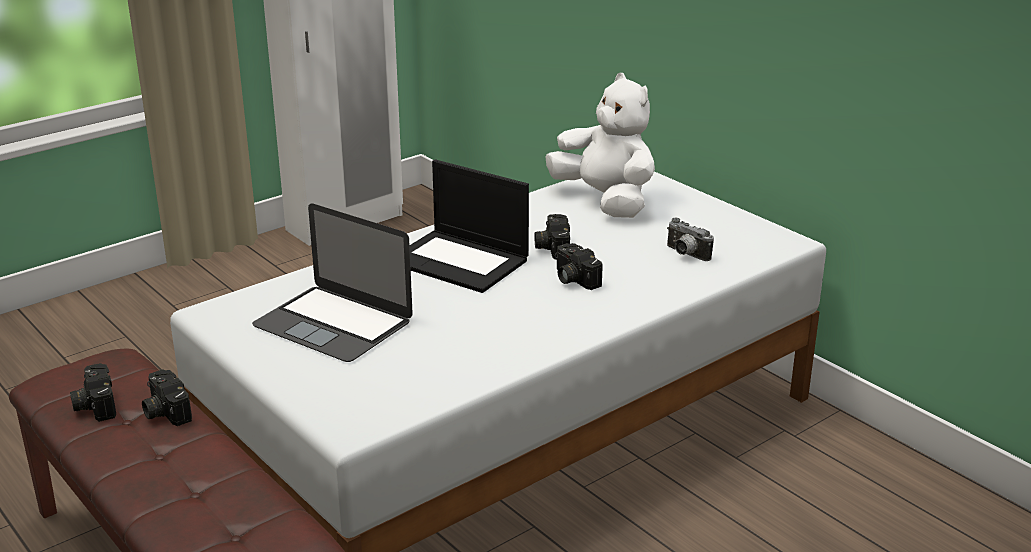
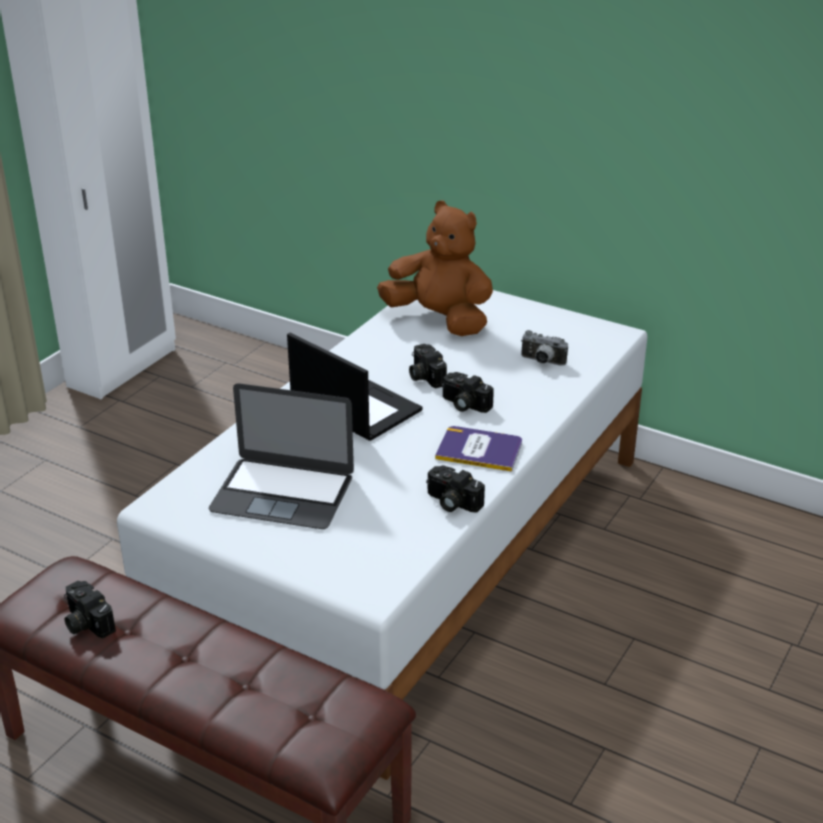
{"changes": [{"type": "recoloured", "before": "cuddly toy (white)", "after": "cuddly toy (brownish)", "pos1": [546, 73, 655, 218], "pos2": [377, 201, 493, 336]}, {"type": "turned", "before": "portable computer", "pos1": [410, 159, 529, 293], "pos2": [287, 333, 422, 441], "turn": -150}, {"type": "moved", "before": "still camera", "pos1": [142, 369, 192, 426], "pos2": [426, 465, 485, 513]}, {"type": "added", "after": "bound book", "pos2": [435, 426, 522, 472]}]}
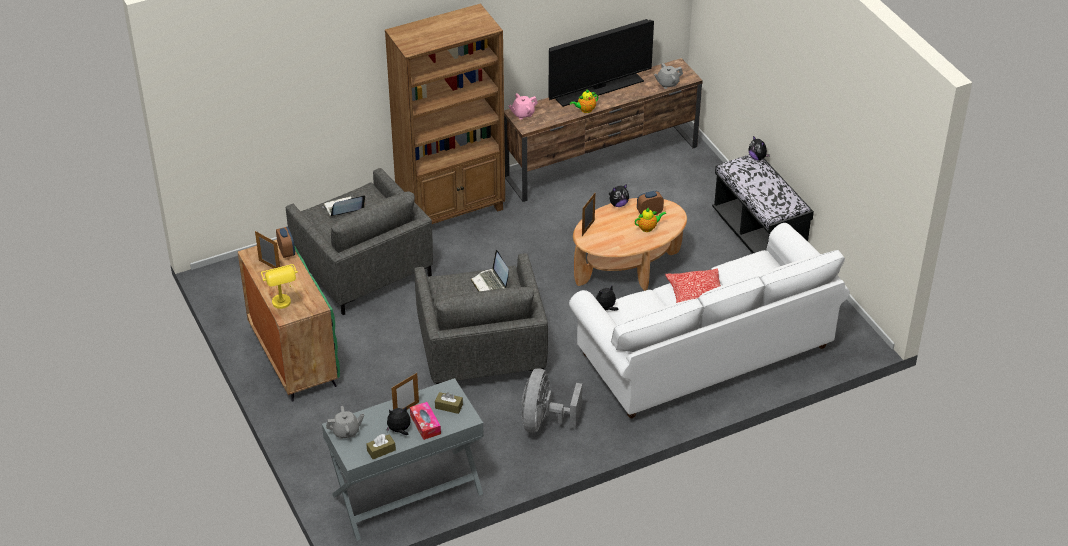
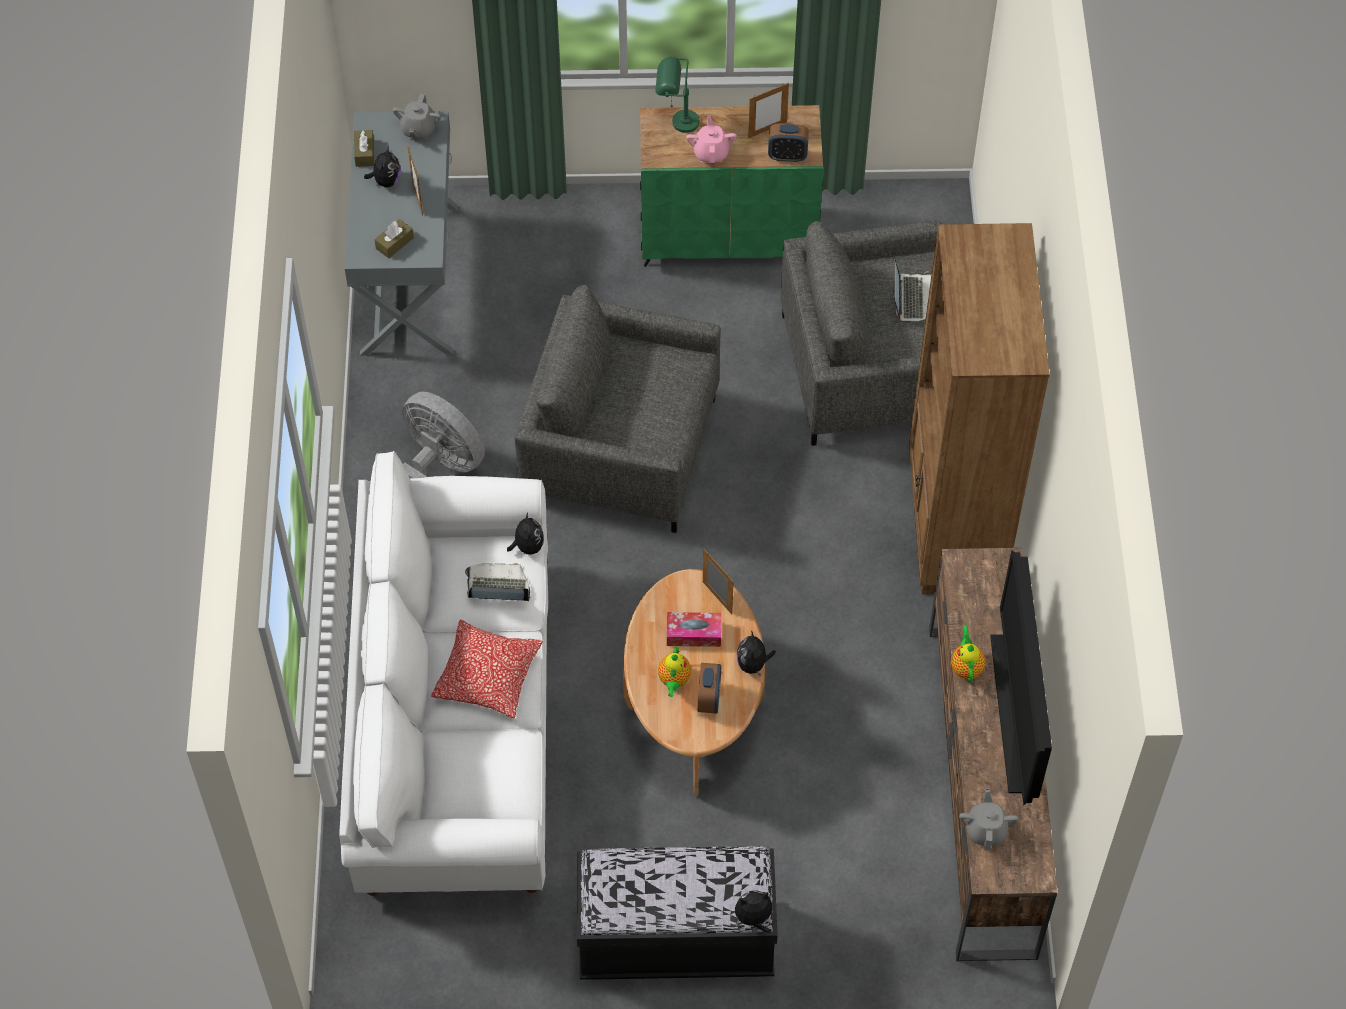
{"changes": [{"type": "moved", "before": "tea pot (pink)", "pos1": [509, 93, 538, 119], "pos2": [686, 115, 737, 163]}, {"type": "moved", "before": "portable computer", "pos1": [471, 250, 509, 292], "pos2": [465, 563, 530, 601]}, {"type": "recoloured", "before": "lamp for a table (yellow-coloured)", "after": "lamp for a table (green)", "pos1": [261, 264, 298, 309], "pos2": [656, 56, 699, 133]}, {"type": "moved", "before": "tissue box", "pos1": [410, 402, 441, 440], "pos2": [667, 612, 721, 647]}]}
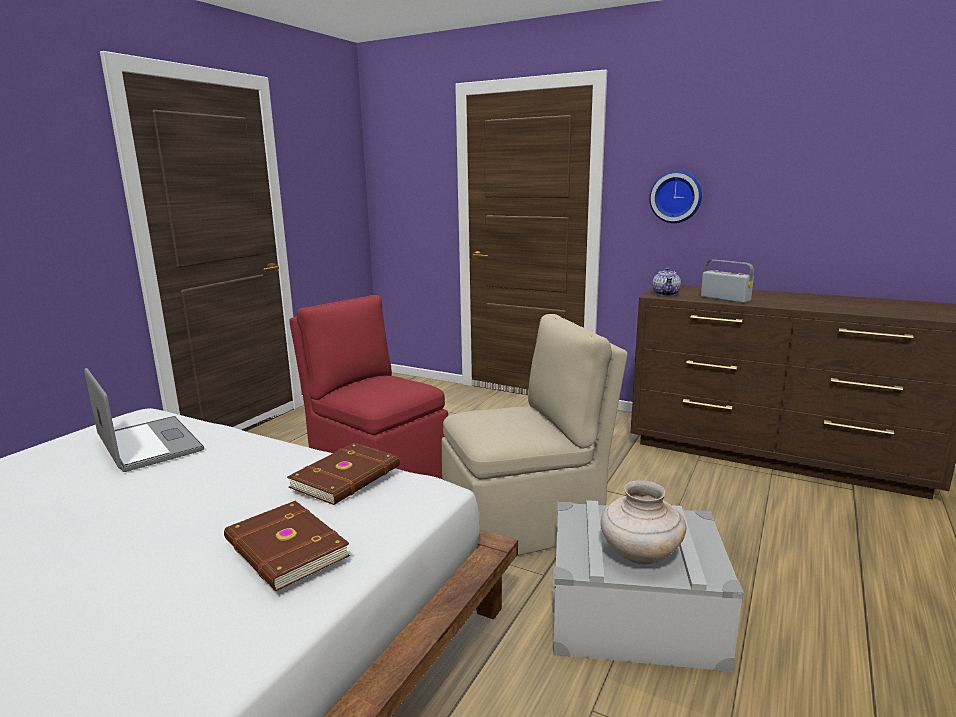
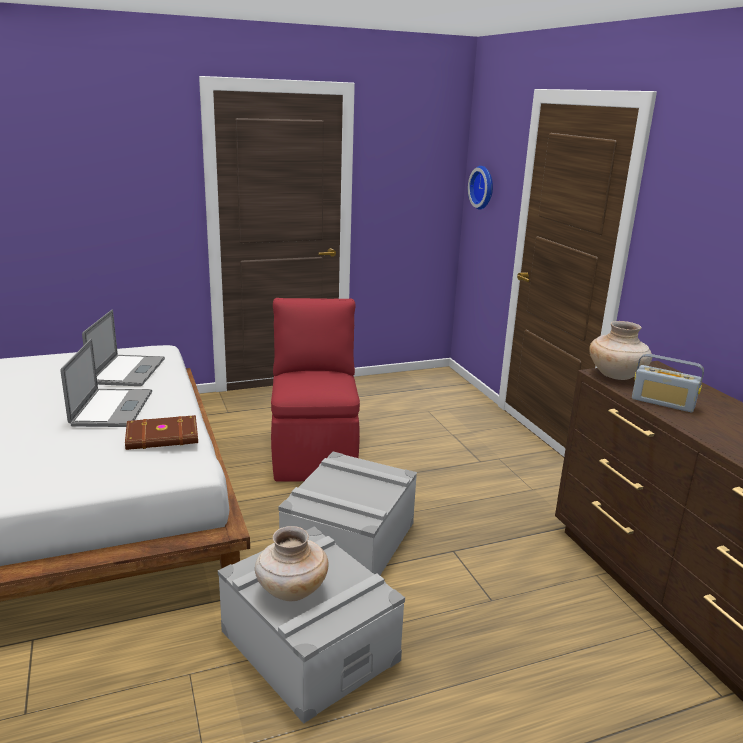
{"changes": [{"type": "moved", "before": "hanging clock", "pos1": [649, 170, 702, 223], "pos2": [468, 166, 493, 210]}, {"type": "turned", "before": "radio receiver", "pos1": [701, 260, 754, 303], "pos2": [632, 354, 704, 412], "turn": 120}, {"type": "replaced", "before": "tea pot", "after": "decorative vase (beige-coloured)", "pos1": [652, 267, 681, 296], "pos2": [589, 321, 652, 380]}, {"type": "replaced", "before": "chair (beige-coloured)", "after": "storage container (greyish)", "pos1": [442, 314, 628, 556], "pos2": [278, 452, 417, 575]}, {"type": "removed", "before": "bound book (brownish)", "pos1": [224, 501, 350, 591]}, {"type": "added", "after": "portable computer", "pos2": [61, 339, 152, 427]}]}
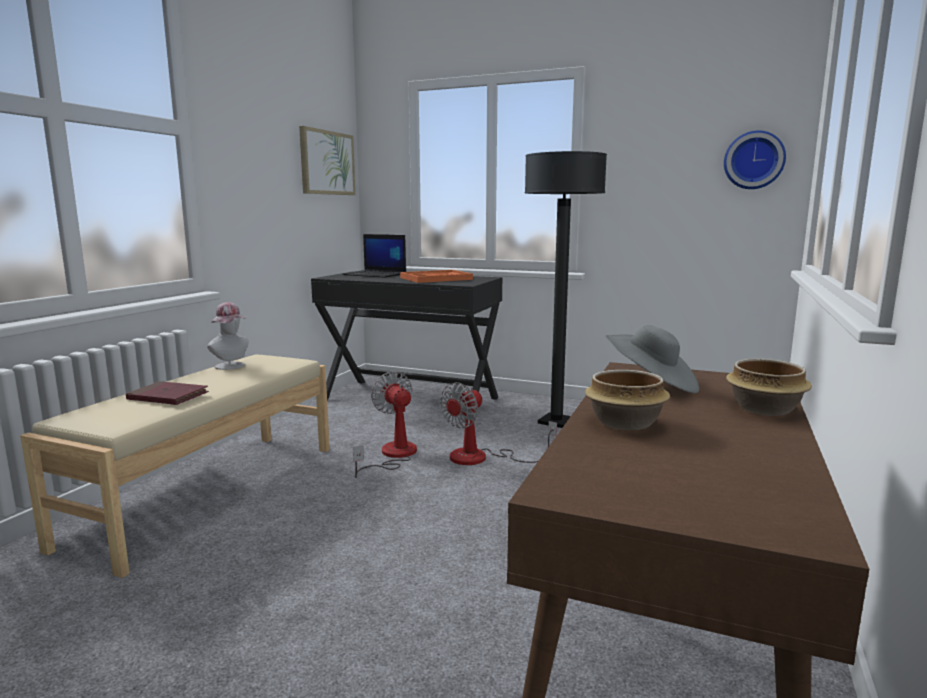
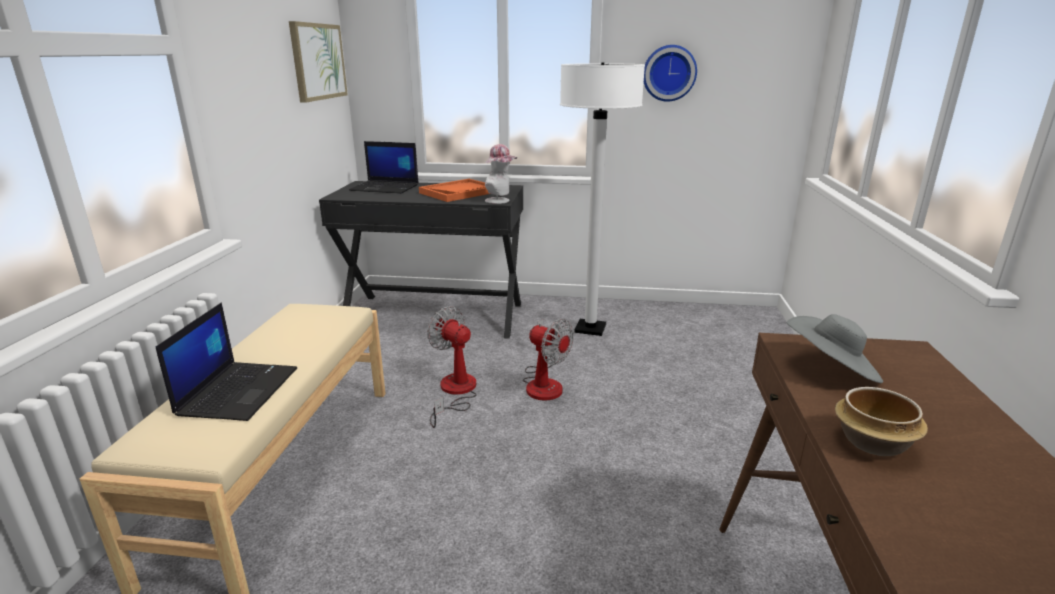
{"changes": [{"type": "moved", "before": "hanging clock", "pos1": [724, 130, 786, 189], "pos2": [644, 45, 697, 102]}, {"type": "recoloured", "before": "standard lamp (blackish)", "after": "standard lamp (white)", "pos1": [525, 151, 607, 428], "pos2": [560, 62, 645, 336]}, {"type": "moved", "before": "clothing hat", "pos1": [207, 302, 249, 370], "pos2": [485, 144, 517, 204]}, {"type": "removed", "before": "deep dish", "pos1": [726, 359, 812, 416]}, {"type": "replaced", "before": "bound book (red)", "after": "portable computer", "pos1": [126, 381, 209, 405], "pos2": [156, 303, 297, 421]}, {"type": "turned", "before": "electric fan", "pos1": [440, 382, 557, 465], "pos2": [523, 319, 574, 401], "turn": -75}]}
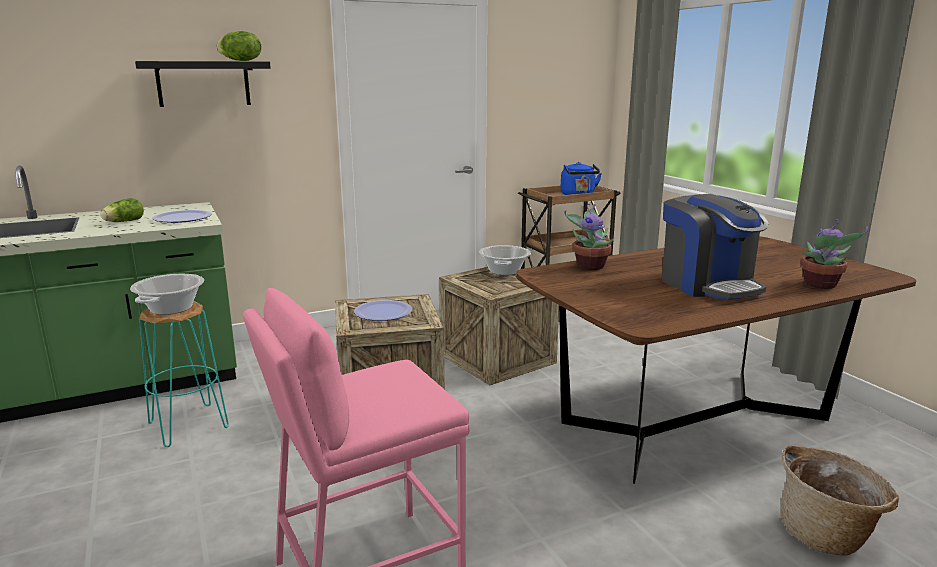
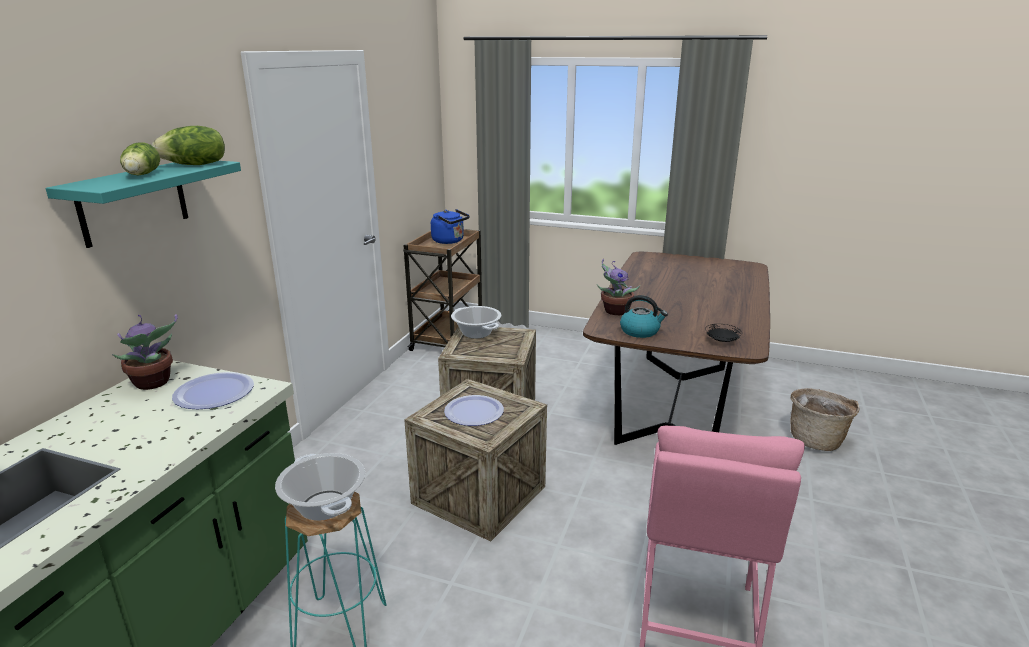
{"changes": [{"type": "recoloured", "before": "bracket shelf (blackish)", "after": "bracket shelf (blue-green)", "pos1": [135, 61, 271, 107], "pos2": [45, 161, 241, 248]}, {"type": "removed", "before": "coffee maker", "pos1": [662, 194, 769, 300]}, {"type": "moved", "before": "lettuce", "pos1": [100, 198, 144, 222], "pos2": [120, 142, 160, 176]}, {"type": "moved", "before": "potted plant", "pos1": [801, 219, 869, 289], "pos2": [112, 314, 178, 390]}, {"type": "added", "after": "kettle", "pos2": [620, 295, 668, 338]}, {"type": "added", "after": "flat dish (blackish)", "pos2": [705, 324, 742, 342]}]}
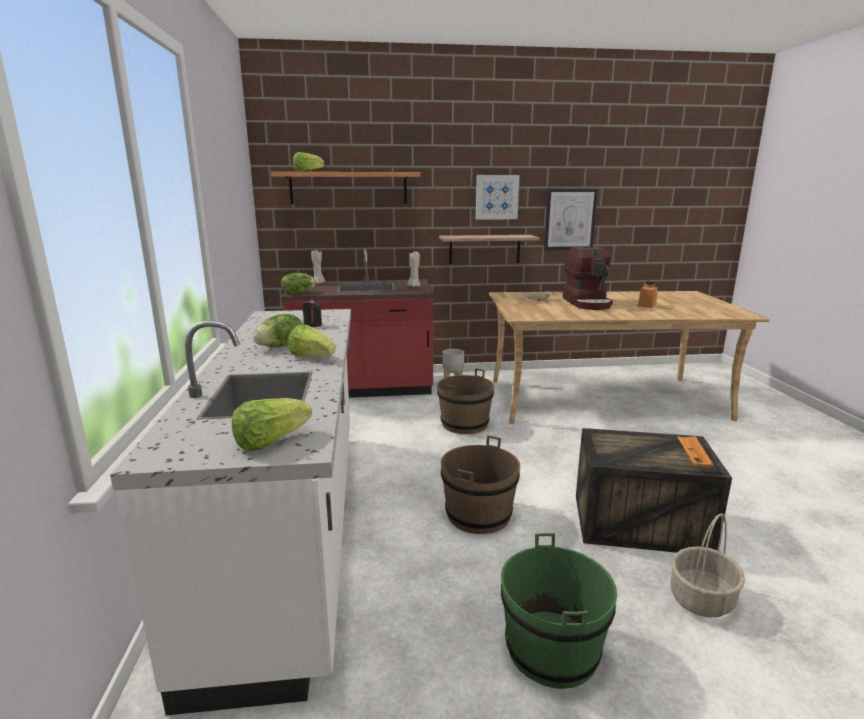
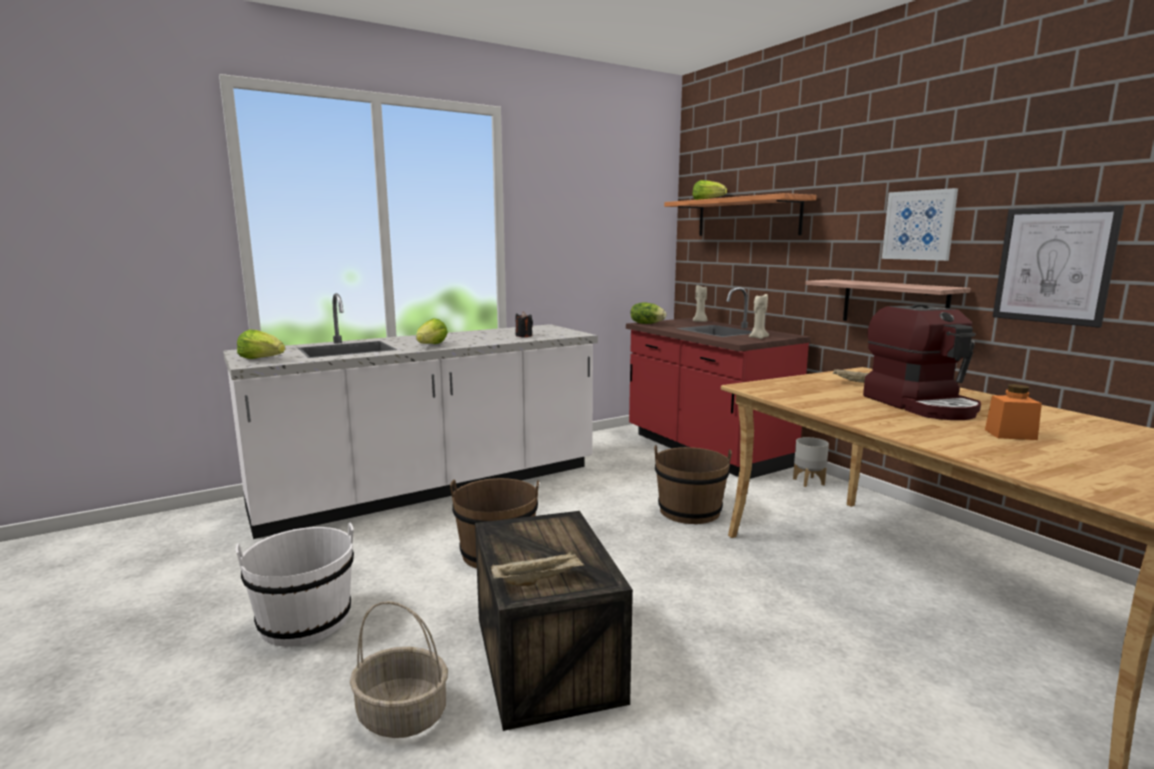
{"changes": [{"type": "turned", "before": "coffee maker", "pos1": [562, 246, 613, 310], "pos2": [863, 304, 981, 420], "turn": -75}, {"type": "removed", "before": "lettuce", "pos1": [253, 314, 303, 347]}, {"type": "recoloured", "before": "serving tray (orange-coloured)", "after": "serving tray (beige-coloured)", "pos1": [677, 436, 713, 466], "pos2": [491, 550, 584, 586]}, {"type": "recoloured", "before": "bucket (green)", "after": "bucket (white)", "pos1": [501, 533, 617, 689], "pos2": [235, 522, 354, 646]}]}
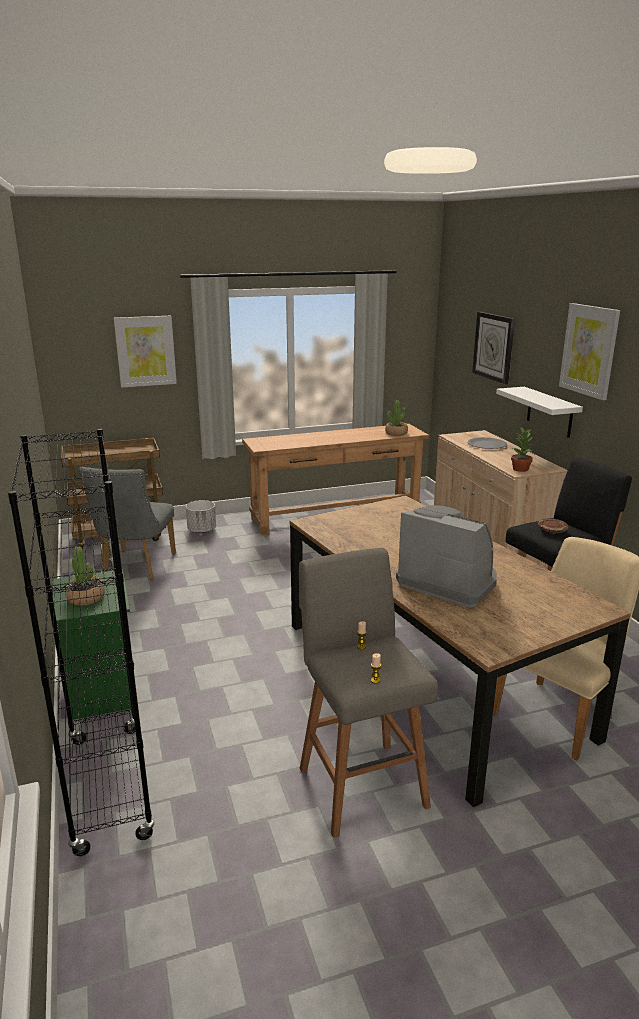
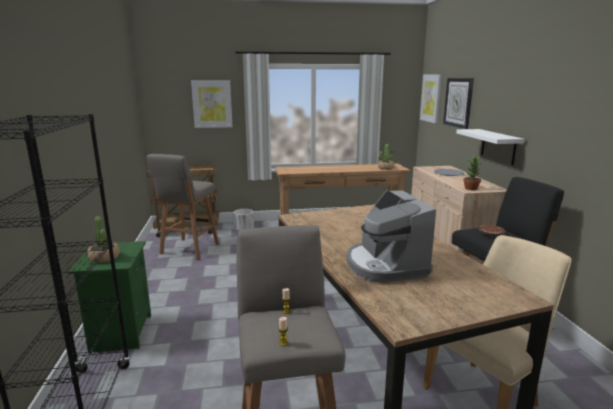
{"changes": [{"type": "moved", "before": "wall picture", "pos1": [559, 303, 620, 400], "pos2": [420, 74, 442, 123]}, {"type": "replaced", "before": "chair (greyish)", "after": "stool seat (greyish)", "pos1": [79, 467, 176, 580], "pos2": [147, 154, 219, 260]}, {"type": "turned", "before": "coffee maker", "pos1": [396, 505, 497, 607], "pos2": [347, 190, 436, 283], "turn": -150}]}
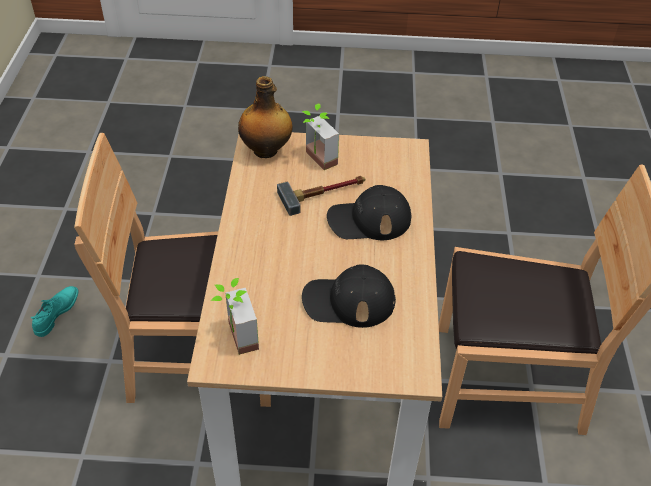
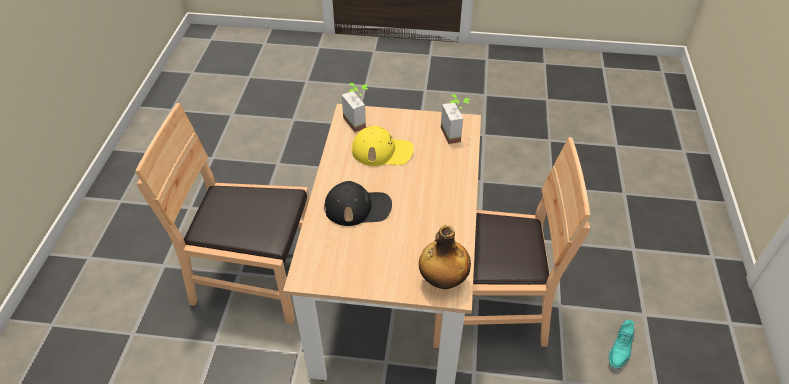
{"changes": [{"type": "moved", "before": "potted plant", "pos1": [302, 103, 339, 170], "pos2": [342, 83, 368, 132]}, {"type": "removed", "before": "tool hammer", "pos1": [277, 176, 366, 216]}, {"type": "recoloured", "before": "cap (blackish)", "after": "cap (yellow-coloured)", "pos1": [302, 265, 396, 328], "pos2": [352, 126, 414, 166]}]}
